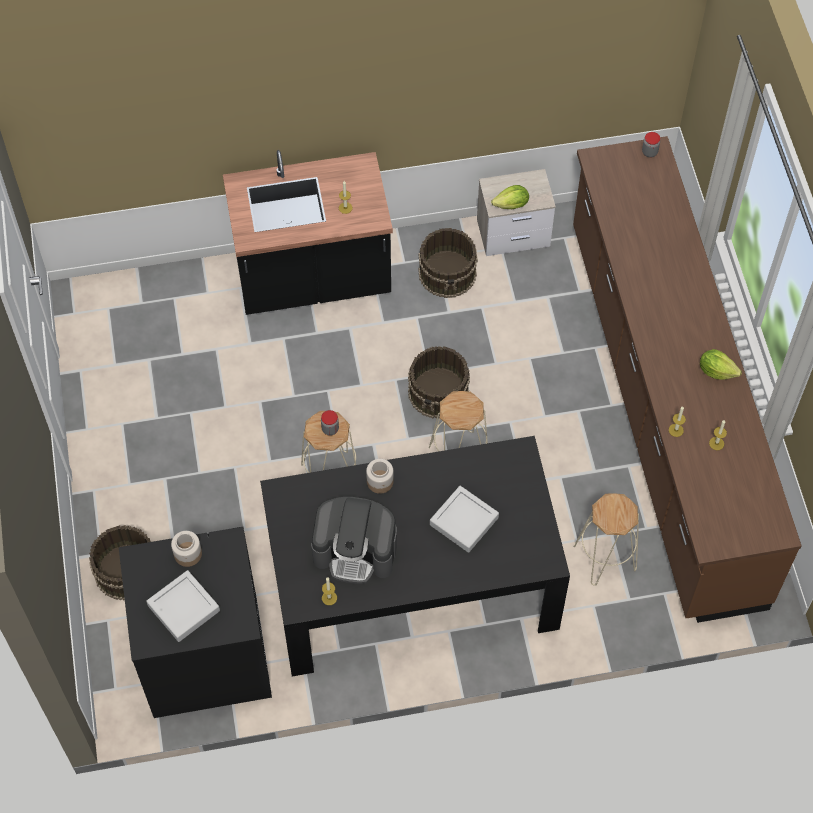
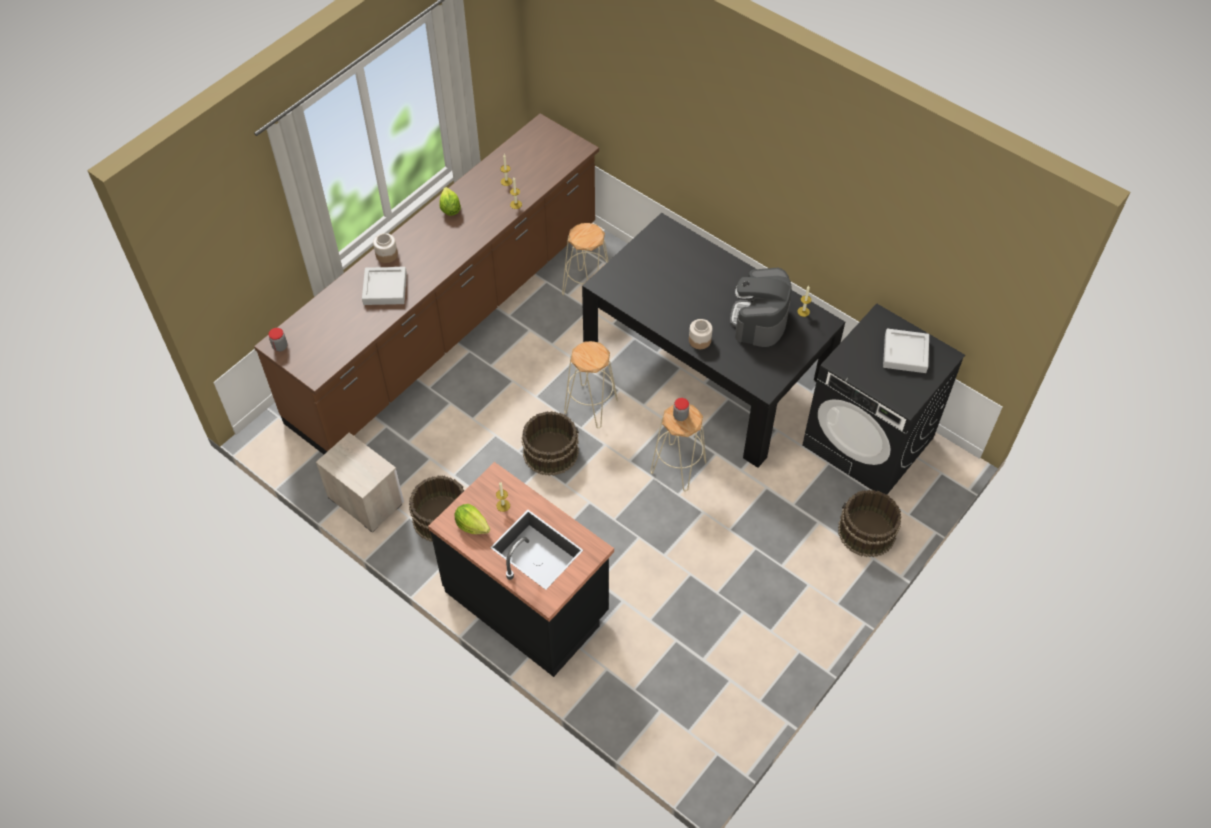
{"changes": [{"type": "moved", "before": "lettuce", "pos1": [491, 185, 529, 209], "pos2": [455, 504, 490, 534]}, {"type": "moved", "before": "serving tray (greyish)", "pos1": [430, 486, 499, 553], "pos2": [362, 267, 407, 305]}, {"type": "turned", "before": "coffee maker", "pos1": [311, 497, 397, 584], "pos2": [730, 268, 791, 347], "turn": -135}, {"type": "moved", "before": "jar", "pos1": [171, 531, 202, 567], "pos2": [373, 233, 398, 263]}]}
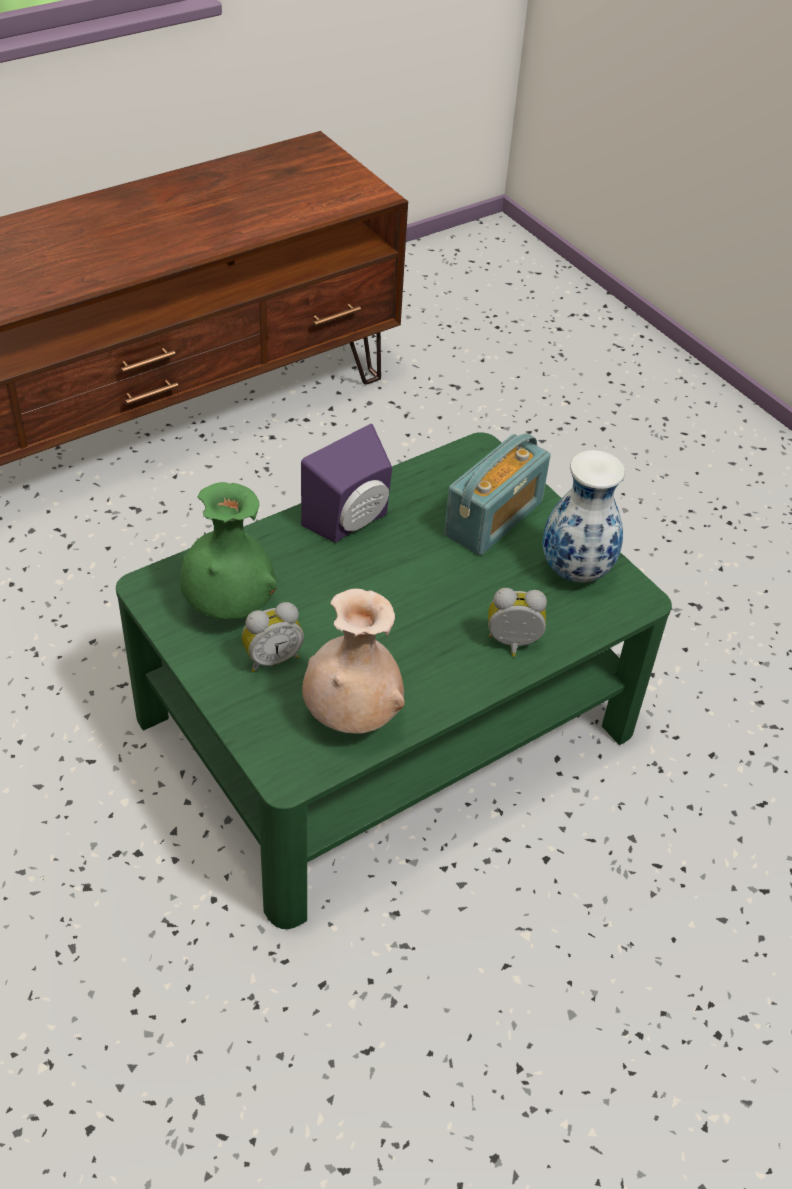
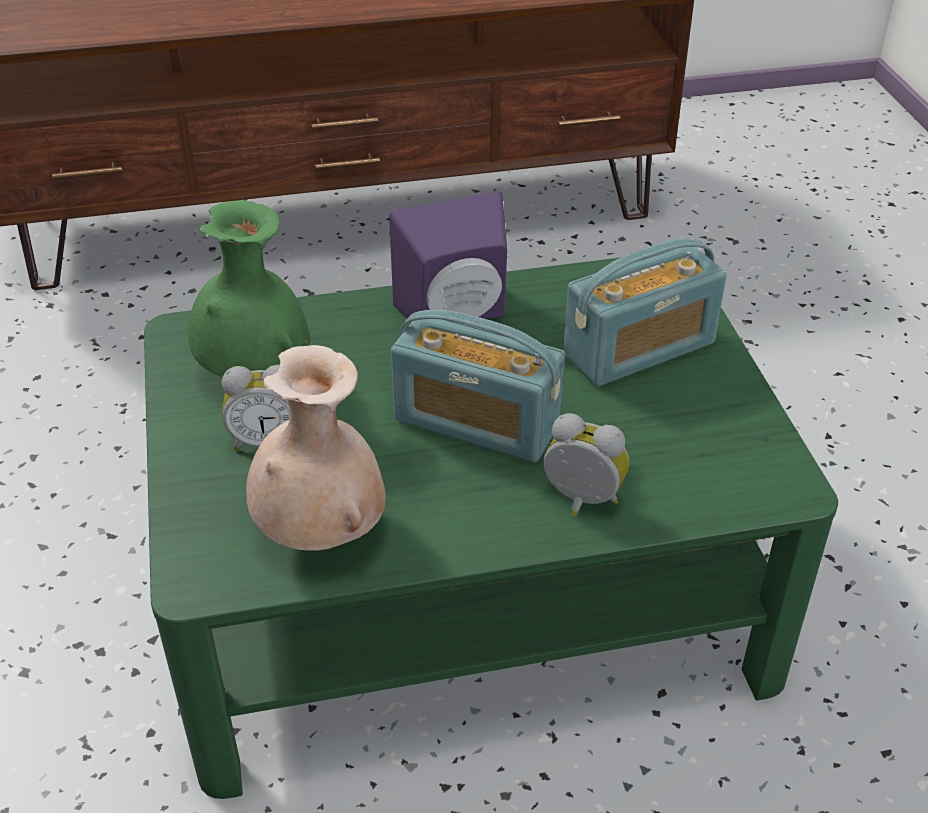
{"changes": [{"type": "removed", "before": "decorative vase", "pos1": [543, 450, 625, 582]}, {"type": "added", "after": "radio receiver", "pos2": [391, 310, 565, 462]}]}
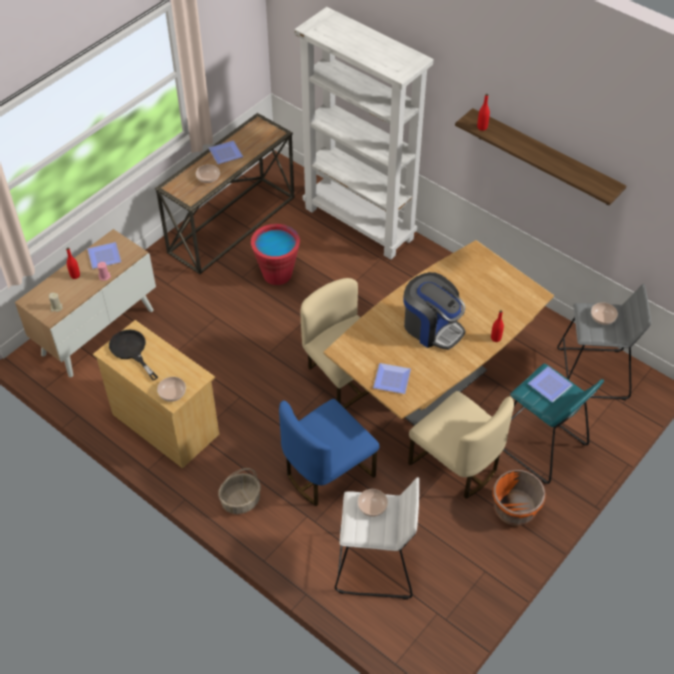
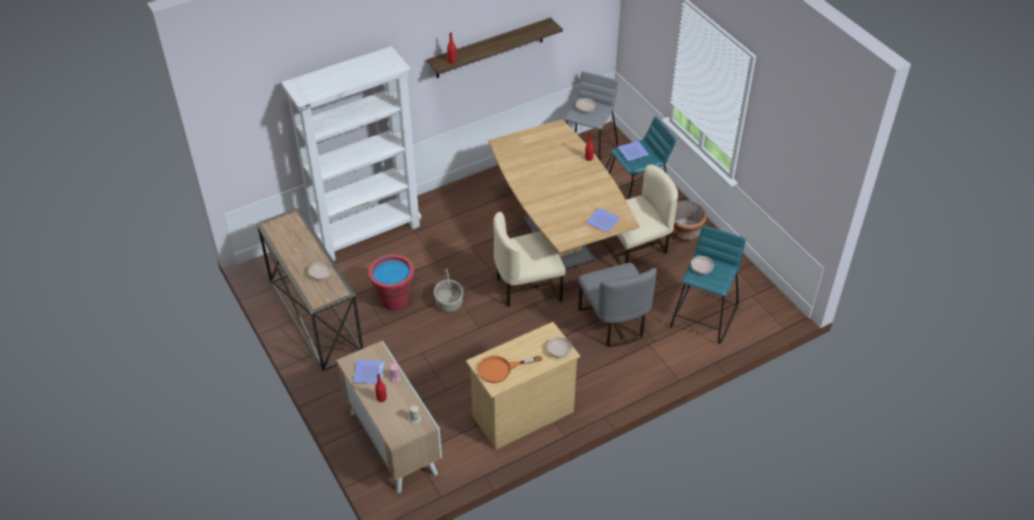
{"changes": [{"type": "removed", "before": "flat dish", "pos1": [209, 140, 243, 164]}, {"type": "removed", "before": "coffee maker", "pos1": [404, 272, 465, 350]}, {"type": "recoloured", "before": "pan (blackish)", "after": "pan (orange-coloured)", "pos1": [109, 330, 158, 380], "pos2": [478, 355, 542, 383]}, {"type": "recoloured", "before": "chair (blue-coloured)", "after": "chair (greyish)", "pos1": [279, 399, 379, 506], "pos2": [578, 263, 657, 347]}, {"type": "moved", "before": "household basket", "pos1": [218, 468, 261, 514], "pos2": [434, 268, 463, 312]}, {"type": "recoloured", "before": "stool seat (white)", "after": "stool seat (blue-green)", "pos1": [335, 477, 419, 600], "pos2": [670, 226, 746, 344]}]}
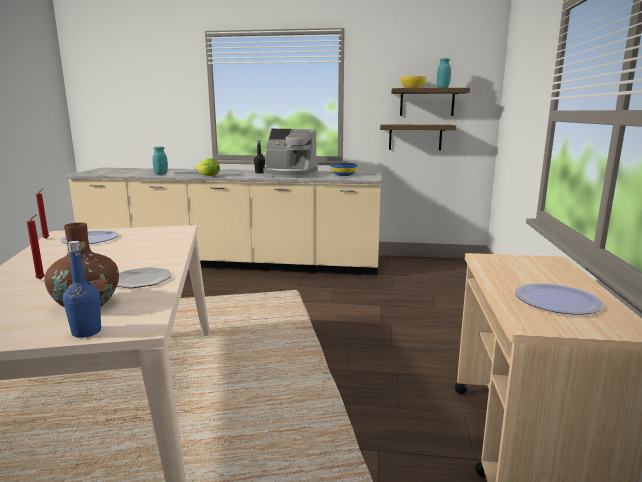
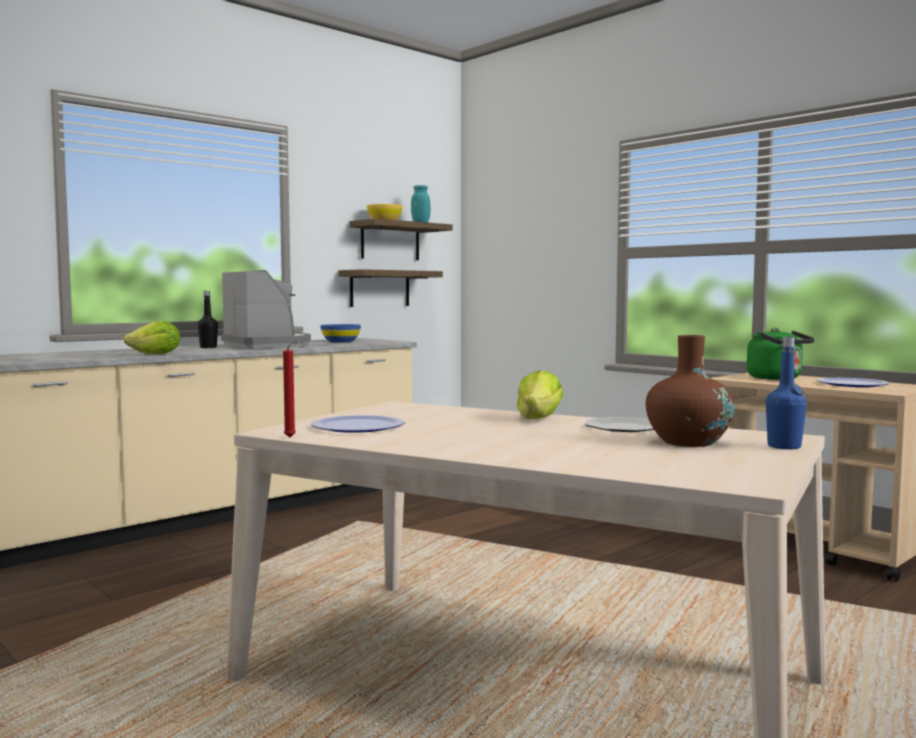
{"changes": [{"type": "turned", "before": "coffee maker", "pos1": [263, 129, 318, 178], "pos2": [221, 270, 311, 349], "turn": -90}, {"type": "removed", "before": "jar (blue-green)", "pos1": [153, 147, 168, 175]}, {"type": "removed", "before": "wax light (red)", "pos1": [27, 214, 45, 280]}, {"type": "added", "after": "kettle (green)", "pos2": [747, 328, 815, 380]}, {"type": "added", "after": "lettuce", "pos2": [517, 370, 563, 419]}]}
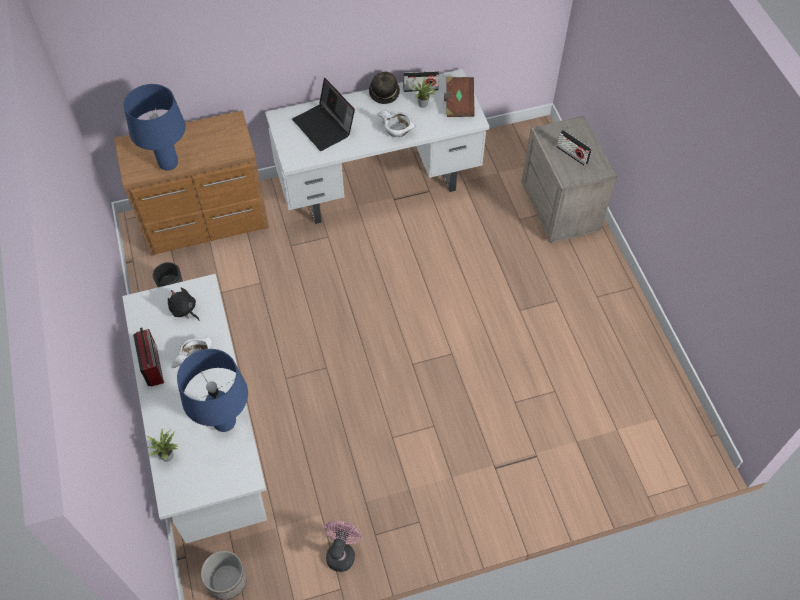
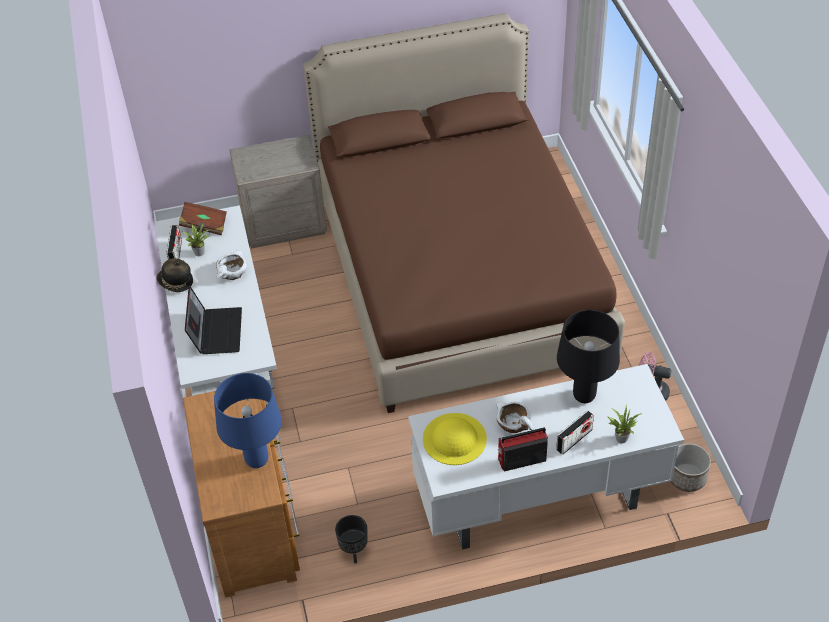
{"changes": [{"type": "turned", "before": "portable computer", "pos1": [292, 78, 355, 151], "pos2": [185, 286, 242, 354], "turn": -60}, {"type": "moved", "before": "radio receiver", "pos1": [556, 130, 592, 166], "pos2": [556, 410, 594, 455]}, {"type": "replaced", "before": "cuddly toy (blackish)", "after": "clothing hat (yellow-coloured)", "pos1": [168, 288, 200, 321], "pos2": [423, 413, 487, 465]}, {"type": "recoloured", "before": "lamp for a table (blue-coloured)", "after": "lamp for a table (blackish)", "pos1": [177, 349, 248, 432], "pos2": [557, 310, 620, 403]}, {"type": "added", "after": "bedroom bed (brownish)", "pos2": [303, 13, 625, 413]}]}
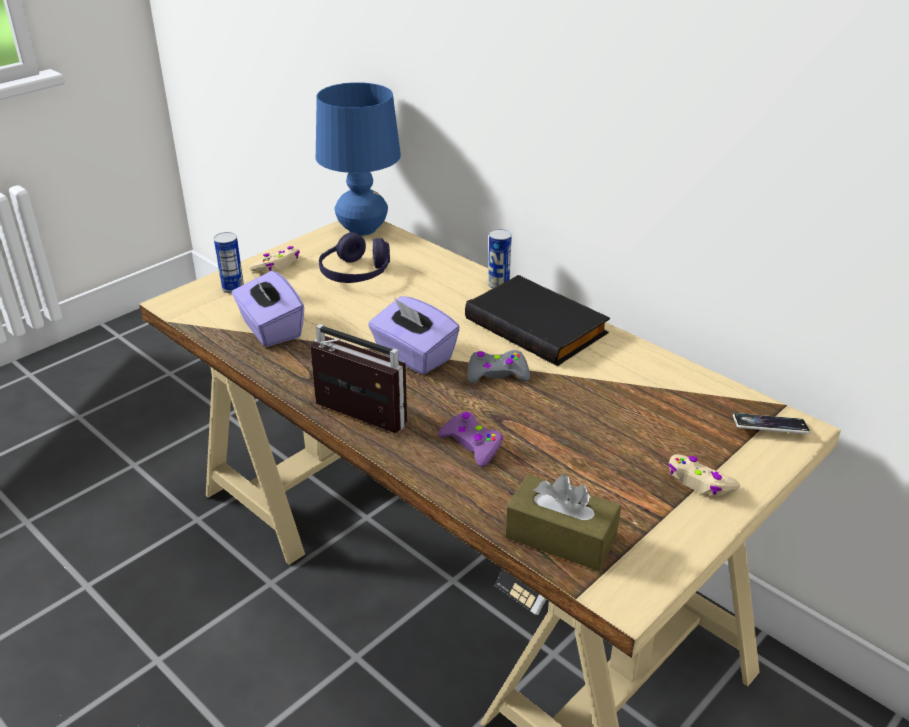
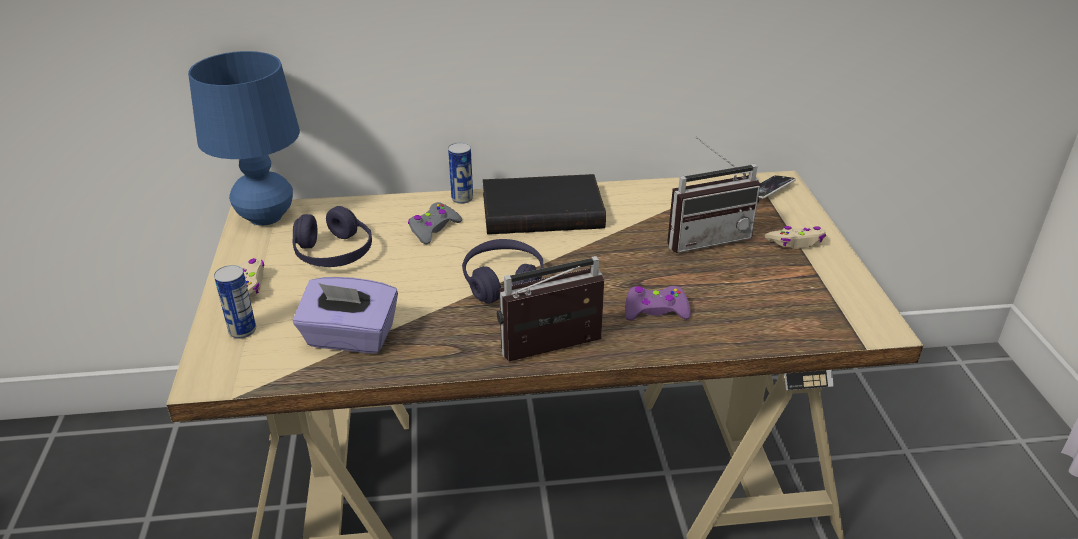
{"changes": [{"type": "replaced", "before": "tissue box (purple)", "after": "pair of headphones (purple)", "pos1": [368, 296, 460, 375], "pos2": [462, 239, 543, 304]}, {"type": "moved", "before": "gamepad (greyish)", "pos1": [468, 350, 530, 384], "pos2": [408, 202, 462, 244]}, {"type": "removed", "before": "tissue box (brownish)", "pos1": [505, 475, 621, 571]}, {"type": "added", "after": "radio receiver", "pos2": [667, 137, 761, 253]}]}
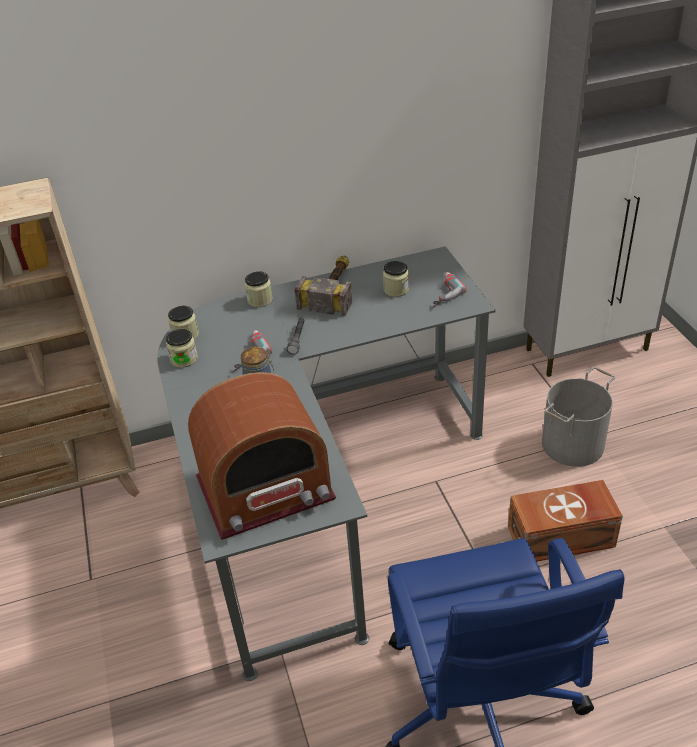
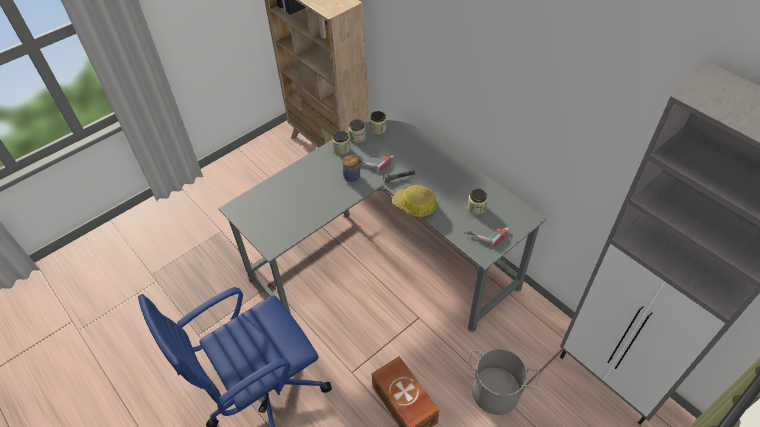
{"changes": [{"type": "removed", "before": "tool hammer", "pos1": [294, 255, 352, 316]}, {"type": "moved", "before": "jar", "pos1": [245, 271, 273, 307], "pos2": [332, 131, 350, 154]}, {"type": "removed", "before": "radio receiver", "pos1": [188, 372, 336, 540]}, {"type": "added", "after": "work helmet", "pos2": [392, 185, 437, 217]}]}
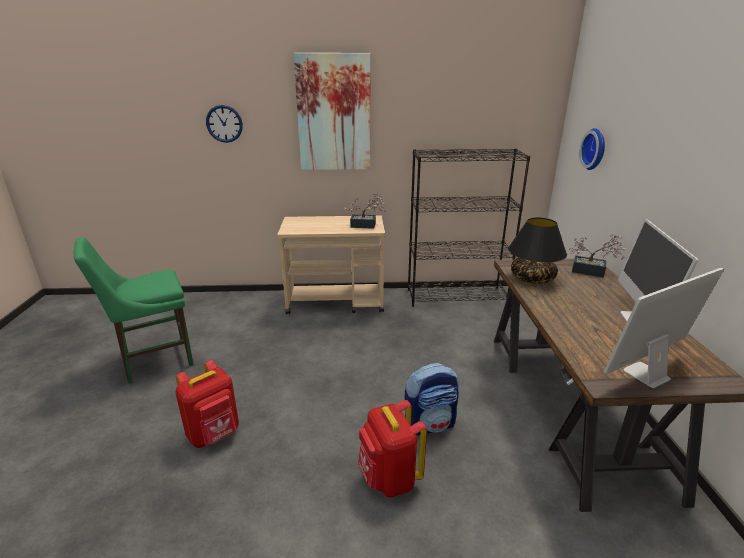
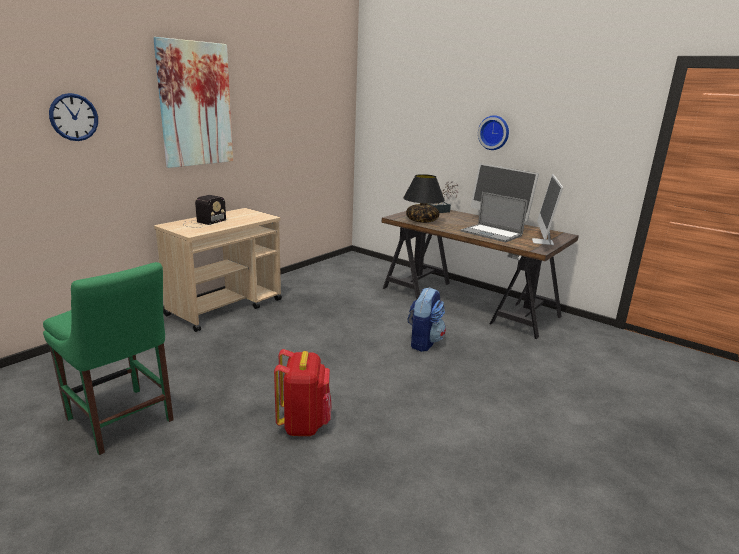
{"changes": [{"type": "moved", "before": "hanging clock", "pos1": [580, 128, 605, 170], "pos2": [478, 115, 509, 150]}, {"type": "removed", "before": "bookshelf (blackish)", "pos1": [408, 148, 530, 307]}, {"type": "removed", "before": "potted plant", "pos1": [344, 193, 386, 229]}, {"type": "turned", "before": "chair (green)", "pos1": [74, 237, 194, 384], "pos2": [43, 262, 174, 455], "turn": -60}, {"type": "removed", "before": "rucksack (red)", "pos1": [358, 400, 427, 497]}, {"type": "added", "after": "portable computer", "pos2": [461, 192, 528, 242]}, {"type": "added", "after": "radio receiver", "pos2": [184, 195, 226, 228]}]}
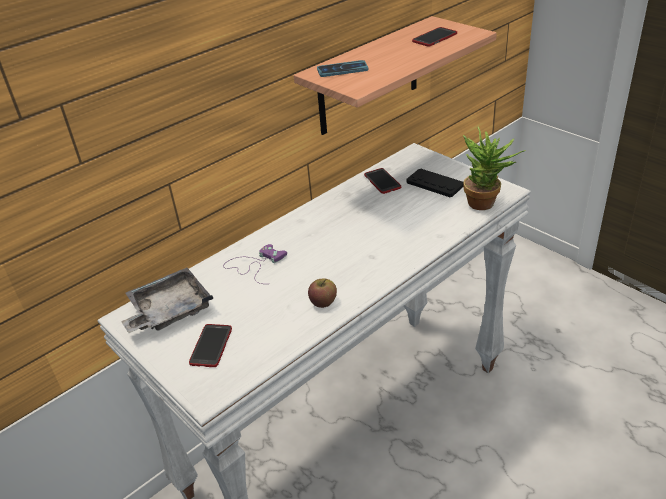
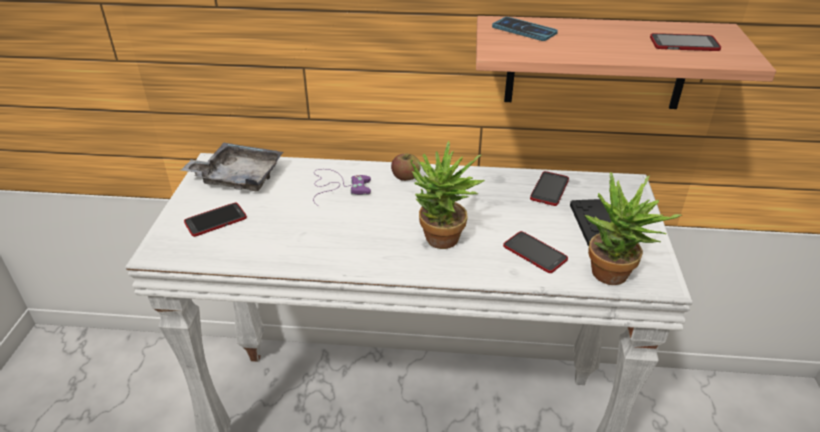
{"changes": [{"type": "moved", "before": "whole apple", "pos1": [308, 279, 337, 308], "pos2": [391, 154, 421, 181]}, {"type": "added", "after": "potted plant", "pos2": [410, 141, 485, 249]}, {"type": "added", "after": "phone", "pos2": [503, 231, 568, 273]}]}
